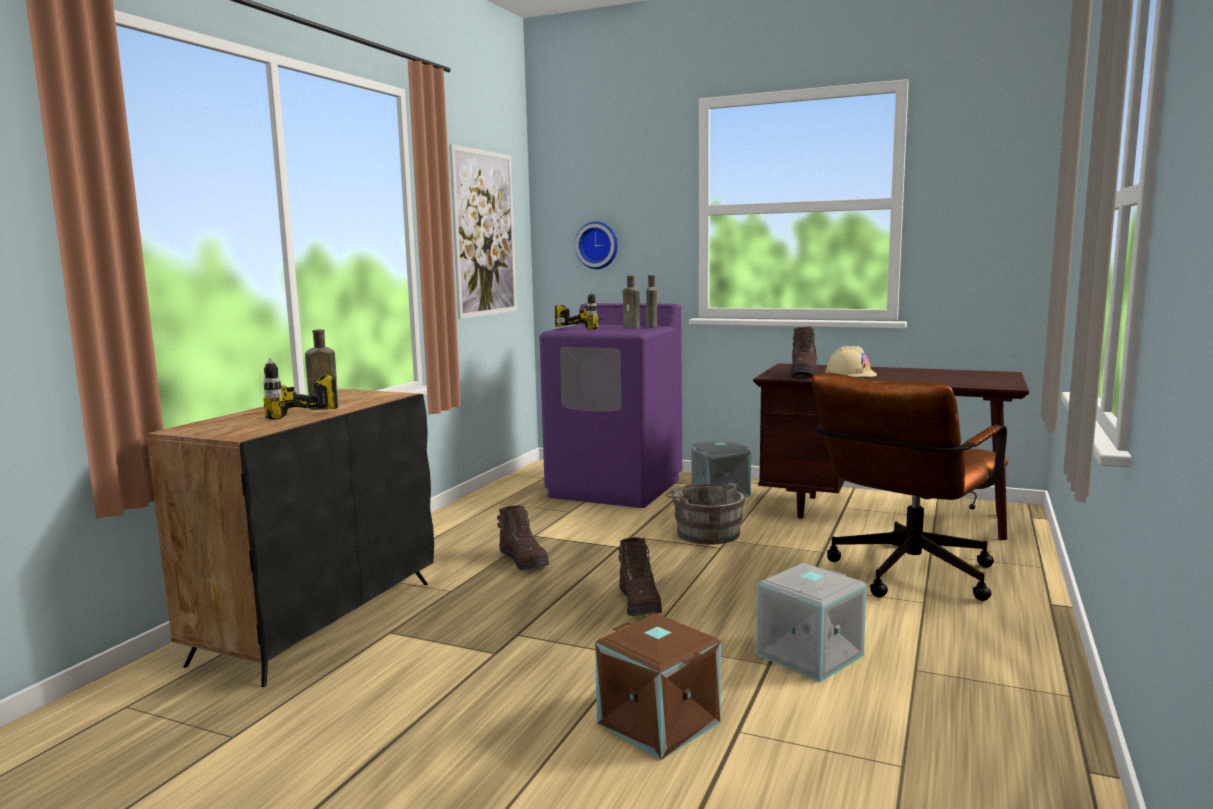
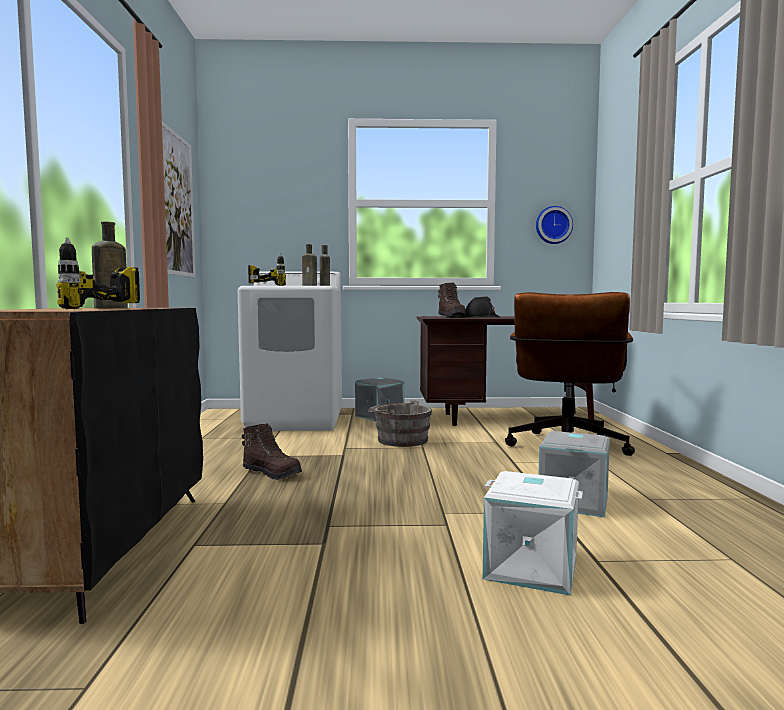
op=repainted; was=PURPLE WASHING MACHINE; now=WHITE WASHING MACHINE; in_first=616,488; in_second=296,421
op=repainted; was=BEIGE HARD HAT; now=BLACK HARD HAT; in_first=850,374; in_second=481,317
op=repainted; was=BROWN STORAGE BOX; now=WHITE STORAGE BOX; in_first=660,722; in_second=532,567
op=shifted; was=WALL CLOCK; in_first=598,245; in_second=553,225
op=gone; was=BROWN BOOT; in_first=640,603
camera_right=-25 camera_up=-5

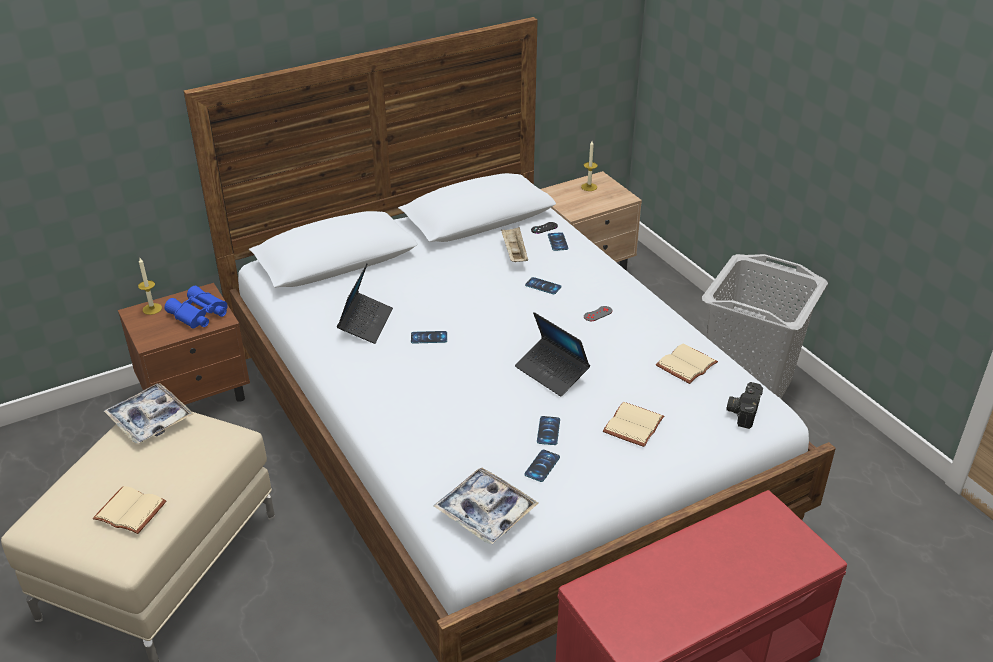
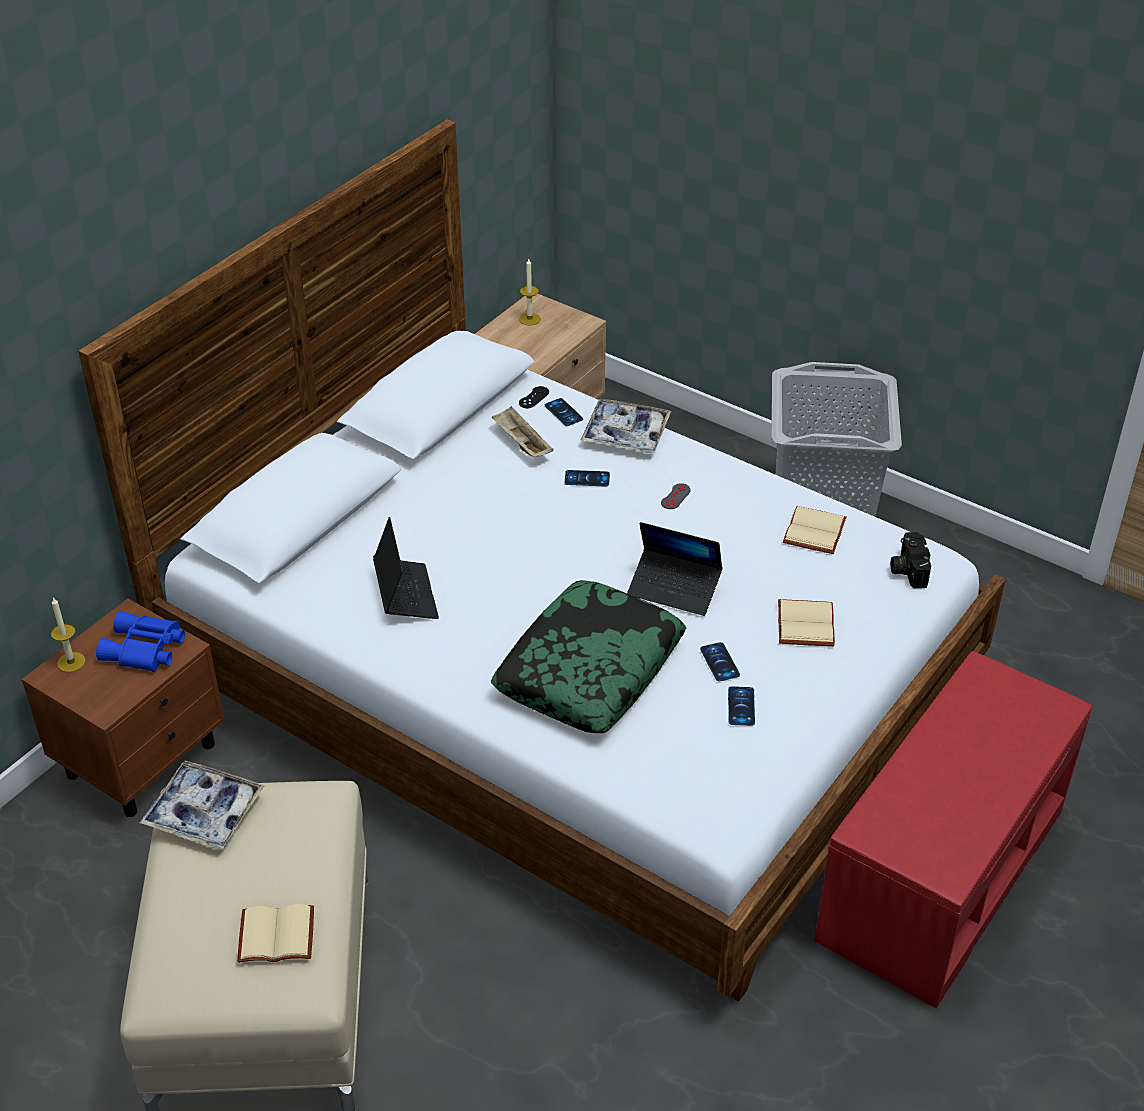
op=new; now=PILLOW; in_second=589,670
op=shifted; was=TRAY; in_first=485,512; in_second=625,434
op=gone; was=PHONE; in_first=429,337
camera_right=-25 camera_up=5

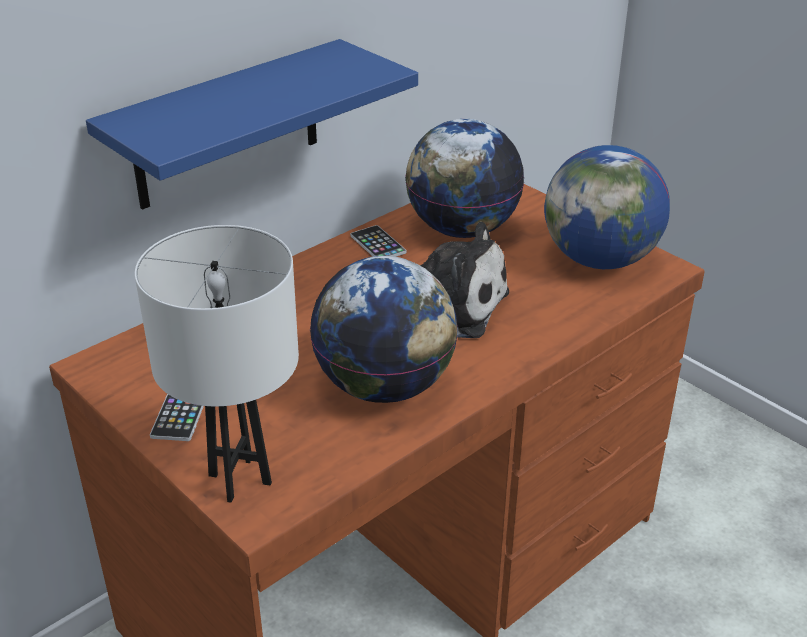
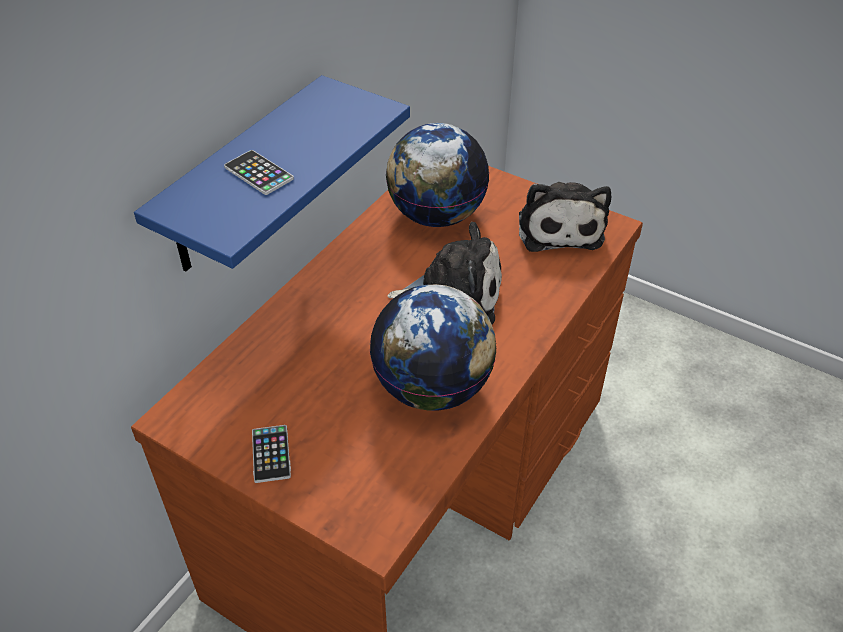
op=shifted; was=PHONE; in_first=378,244; in_second=258,173
op=swapped; was=GLOBE; now=PLUSH TOY; in_first=600,260; in_second=559,227
op=gone; was=WHITE TABLE LAMP; in_first=240,479
camera_right=-15 camera_up=10

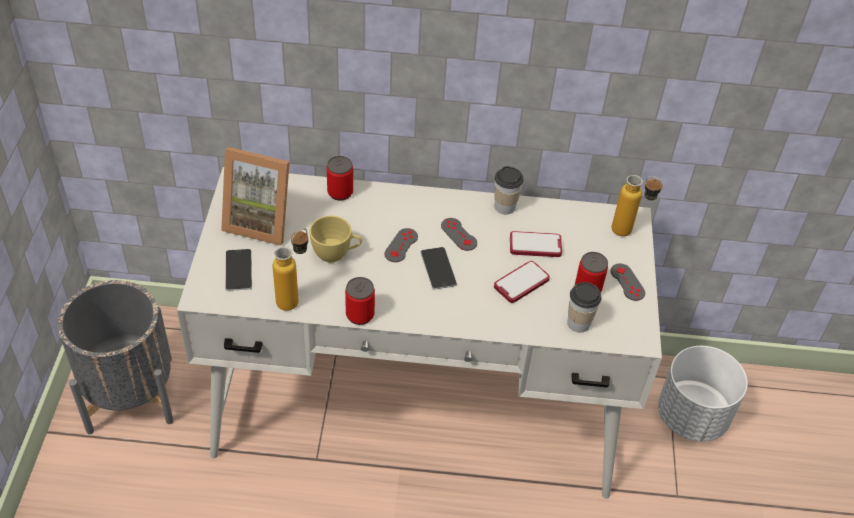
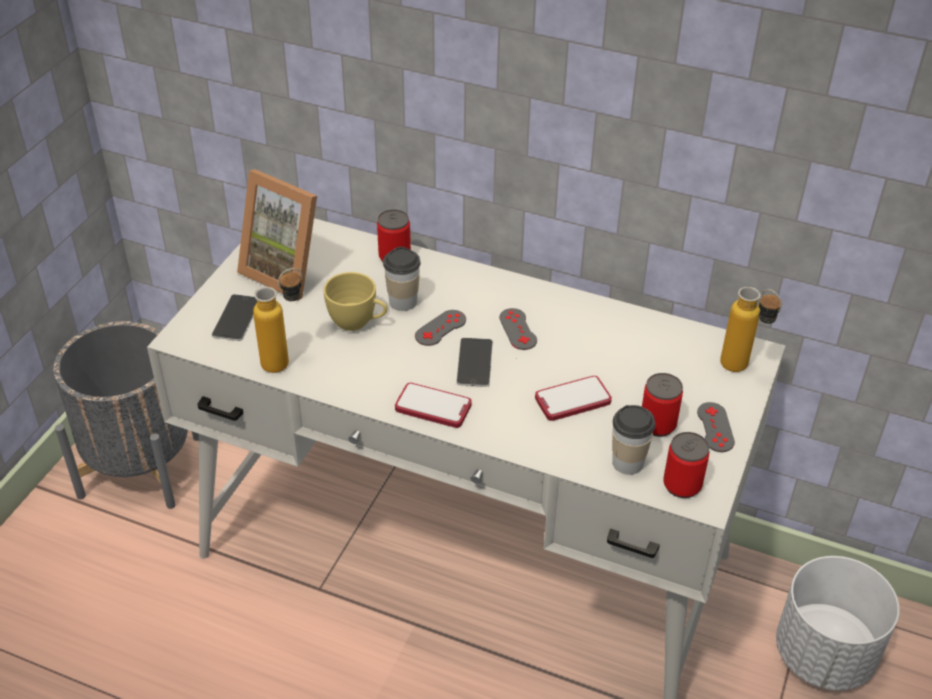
op=shifted; was=CUP; in_first=505,206; in_second=403,302
op=shifted; was=PHONE; in_first=535,245; in_second=433,407
op=shifted; was=CAN; in_first=360,315; in_second=682,485
camera_right=20 camera_up=-5

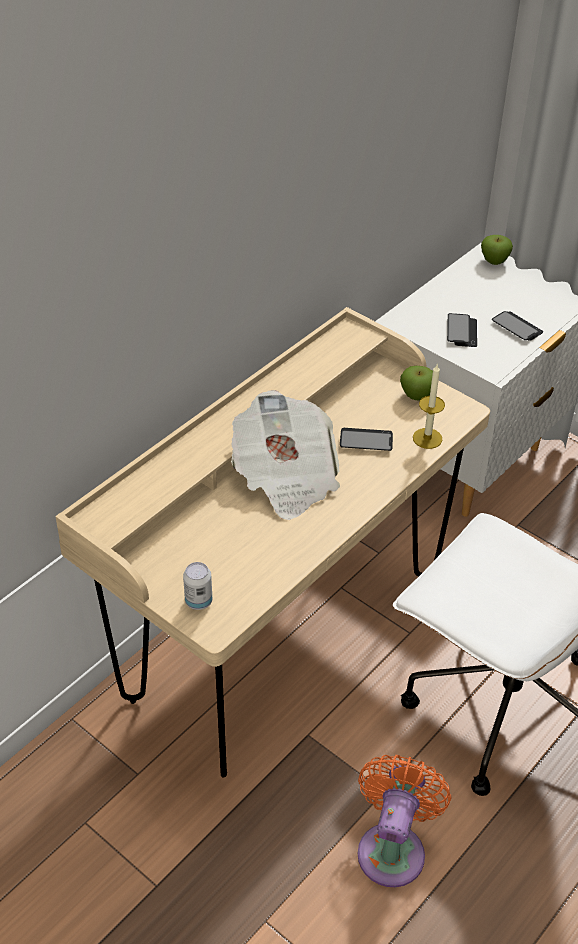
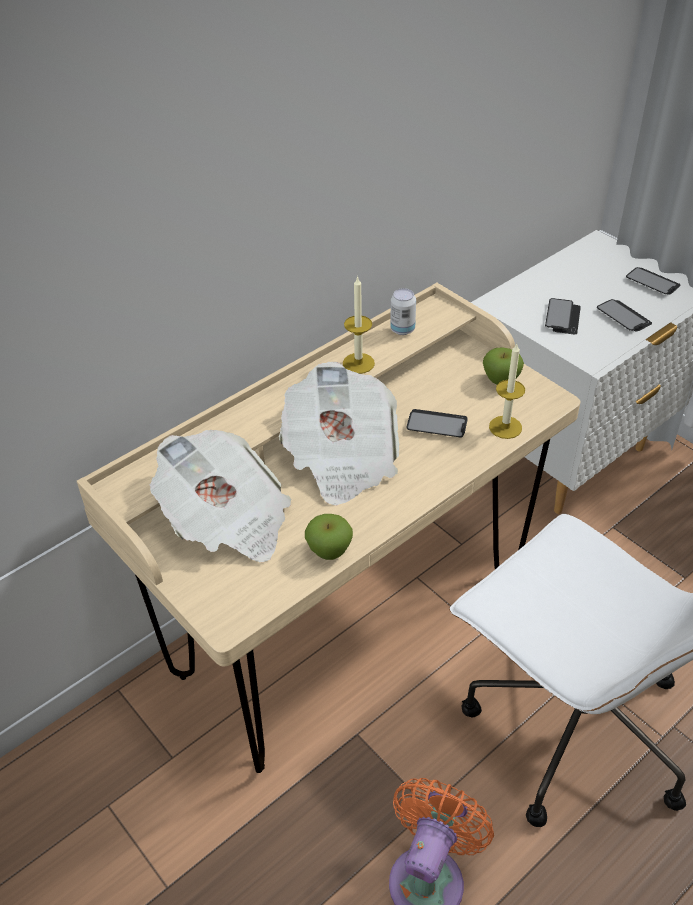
op=new; now=NEWSPAPER; in_second=227,520
op=shifted; was=APPLE; in_first=494,261; in_second=329,551
op=new; now=CANDLE; in_second=358,363
op=shifted; was=CAN; in_first=198,601; in_second=402,329
op=new; now=PHONE; in_second=652,282
camera_right=10 camera_up=0

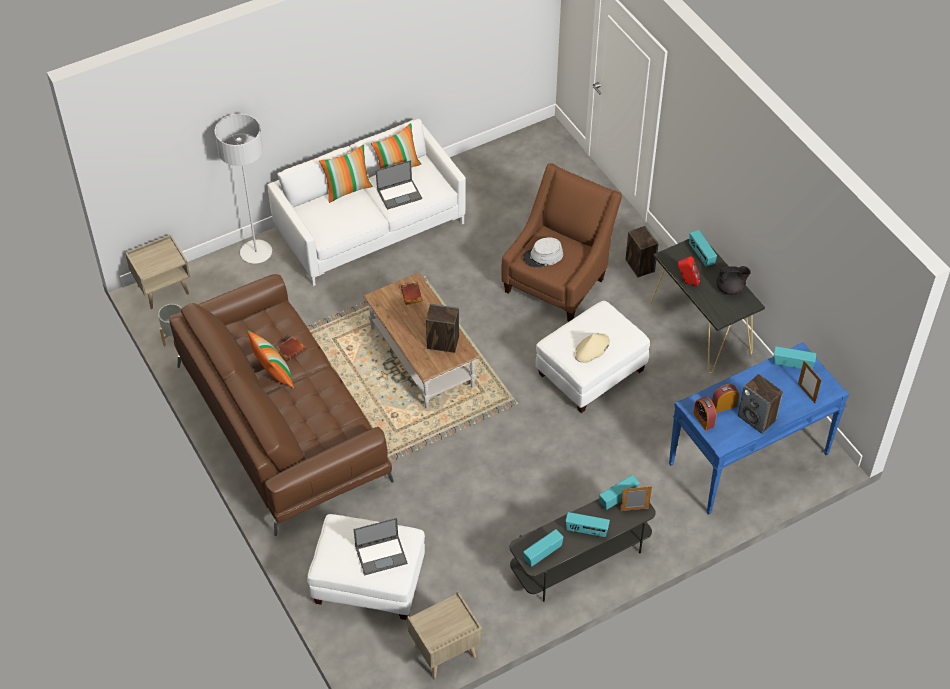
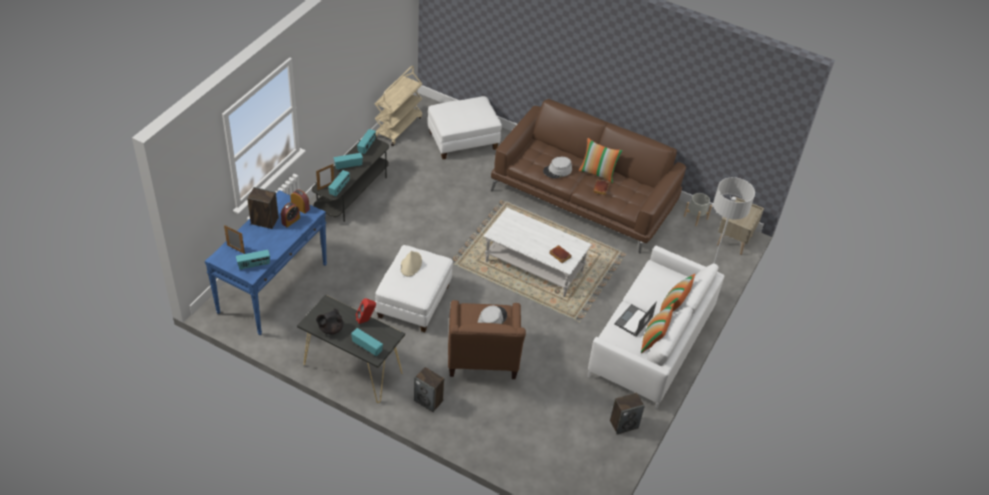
op=swapped; was=BEIGE NIGHTSTAND; now=BEIGE CART; in_first=445,653; in_second=398,127
op=repainted; was=BROWN COFFEE TABLE; now=WHITE COFFEE TABLE; in_first=421,357; in_second=534,266
op=new; now=GREY HAT; in_second=557,171
op=shifted; was=SPEAKER; in_first=442,343; in_second=624,424
op=gone; was=LAPTOP; in_first=381,554
camera_right=145 camera_up=-5

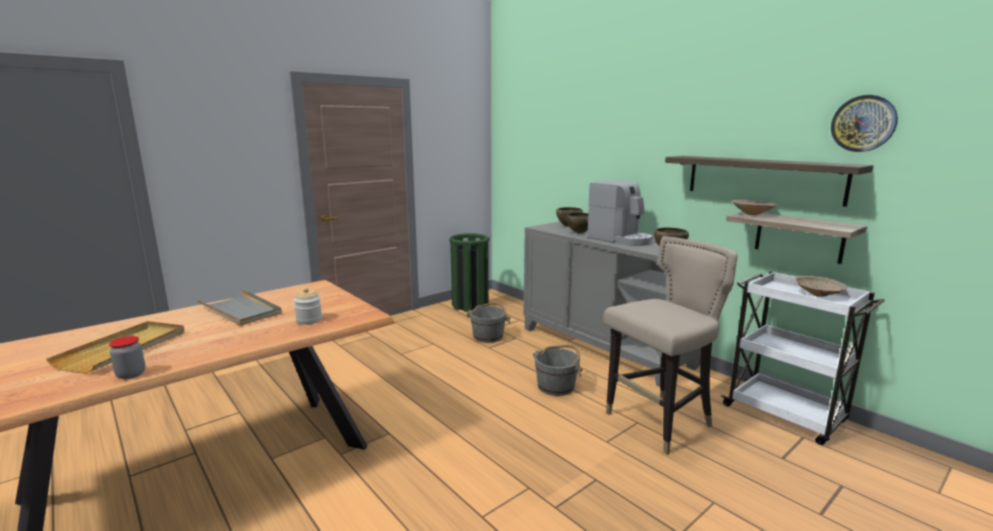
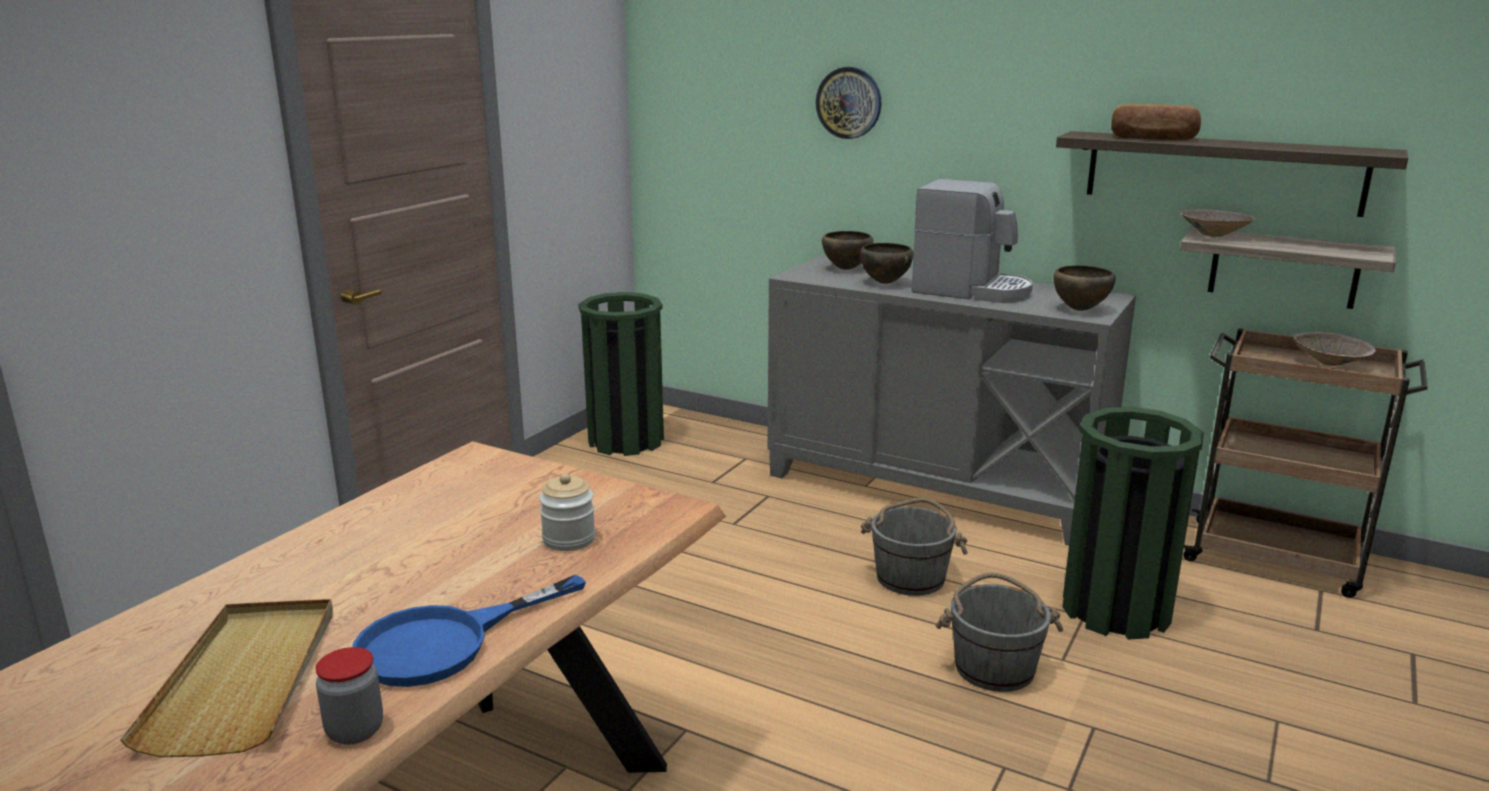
op=new; now=BLUE FRYING PAN; in_second=445,642
op=shifted; was=WALL CLOCK; in_first=863,123; in_second=849,103
op=shifted; was=GREY BUCKET; in_first=488,336; in_second=994,667
op=swapped; was=BEIGE STOOL; now=GREEN TRASH CAN; in_first=659,423; in_second=1116,610
op=new; now=BREAD; in_second=1153,138
op=repainted; was=WHITE CART; now=BROWN CART; in_first=786,415; in_second=1277,559
op=gone; was=GREY TRAY; in_first=241,310
camera_right=-20 camera_up=5

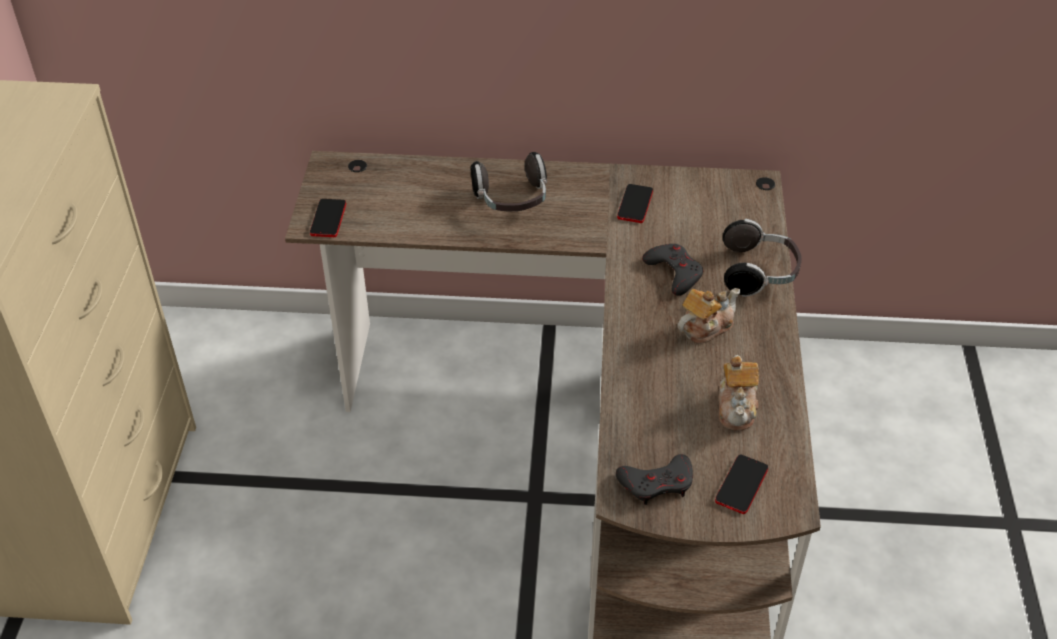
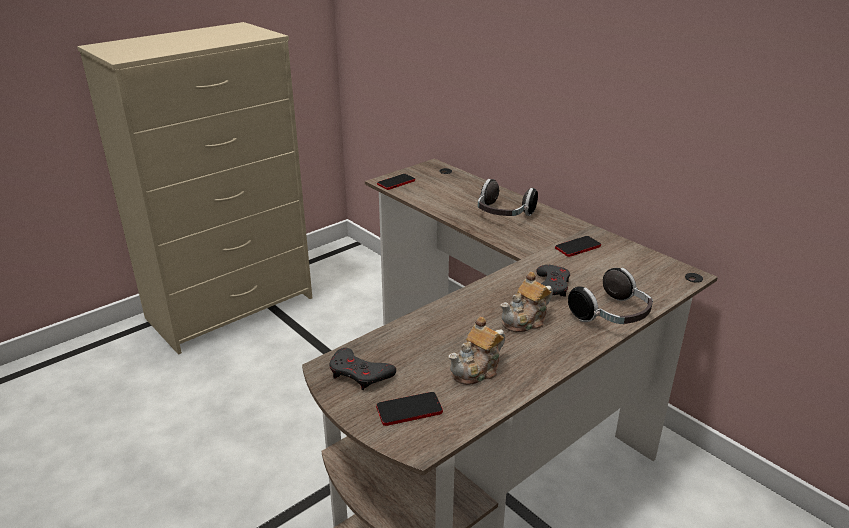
op=rotated; was=TEAPOT; in_first=705,327; in_second=526,321; clockwise=135
camera_right=45 camera_up=-15

